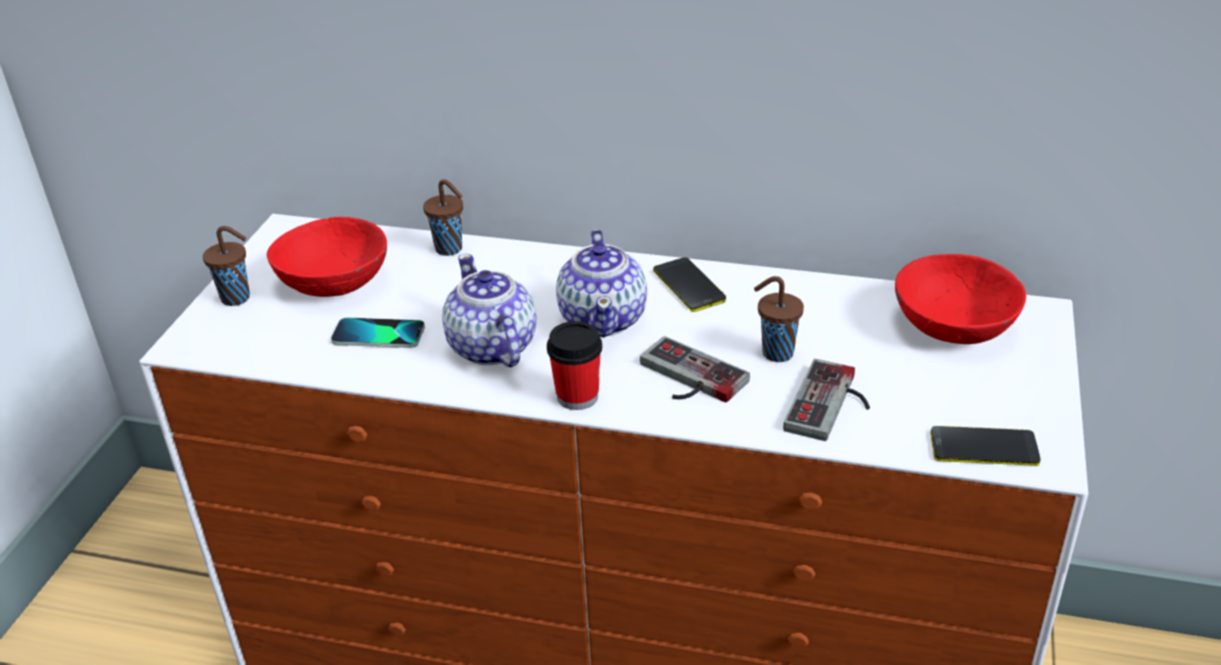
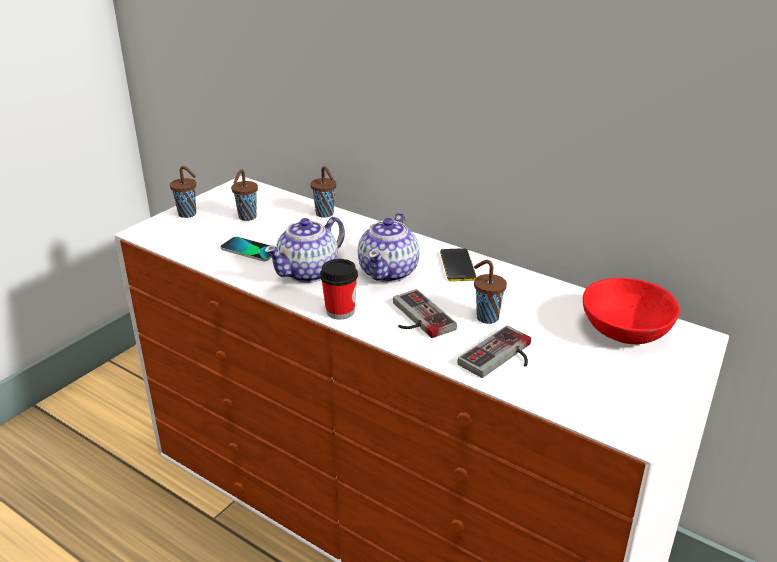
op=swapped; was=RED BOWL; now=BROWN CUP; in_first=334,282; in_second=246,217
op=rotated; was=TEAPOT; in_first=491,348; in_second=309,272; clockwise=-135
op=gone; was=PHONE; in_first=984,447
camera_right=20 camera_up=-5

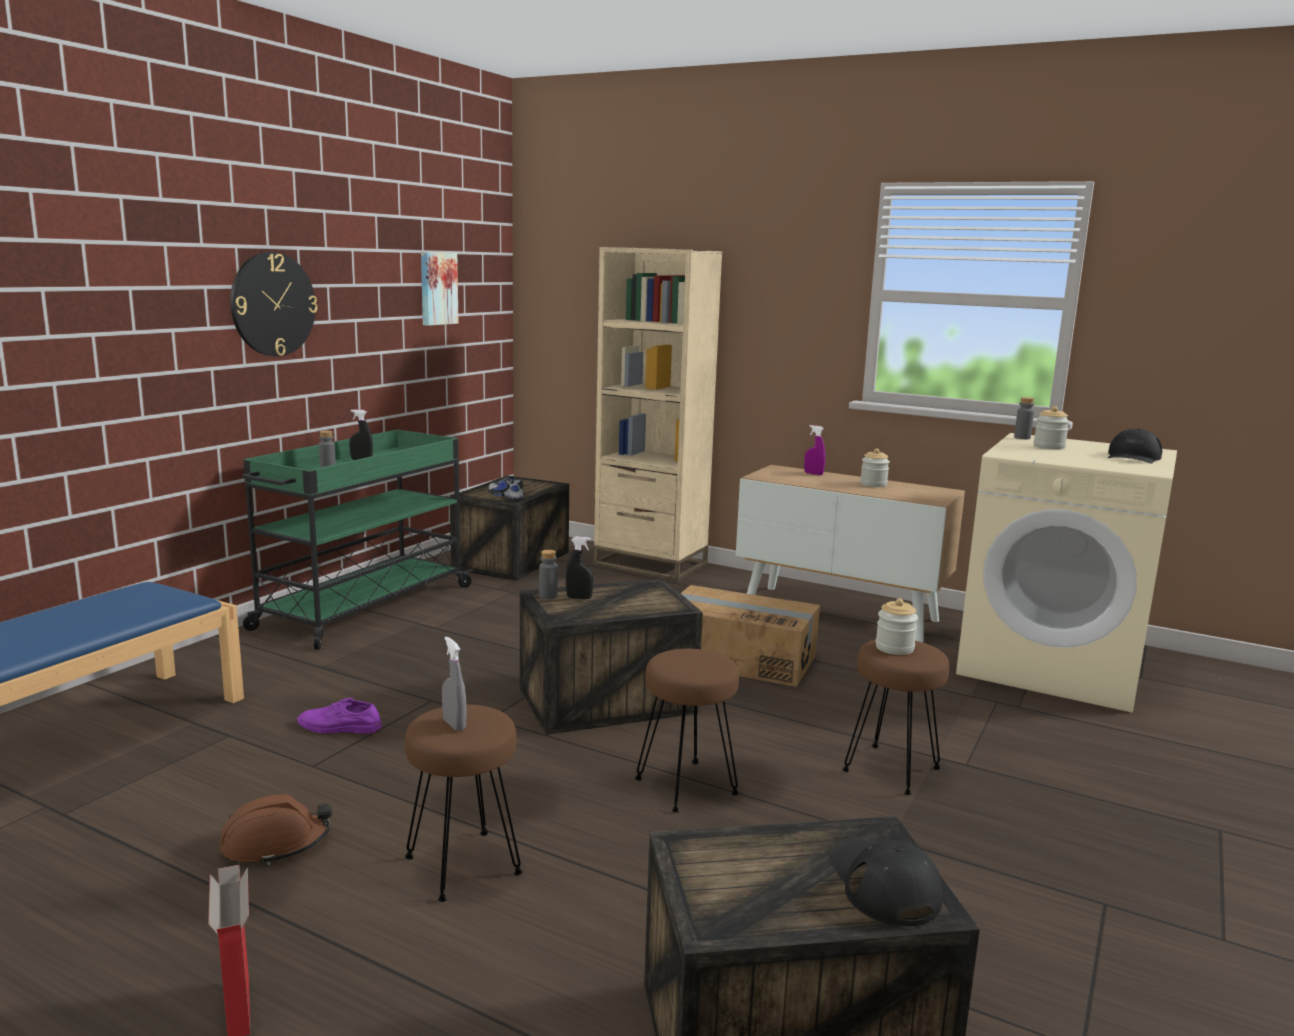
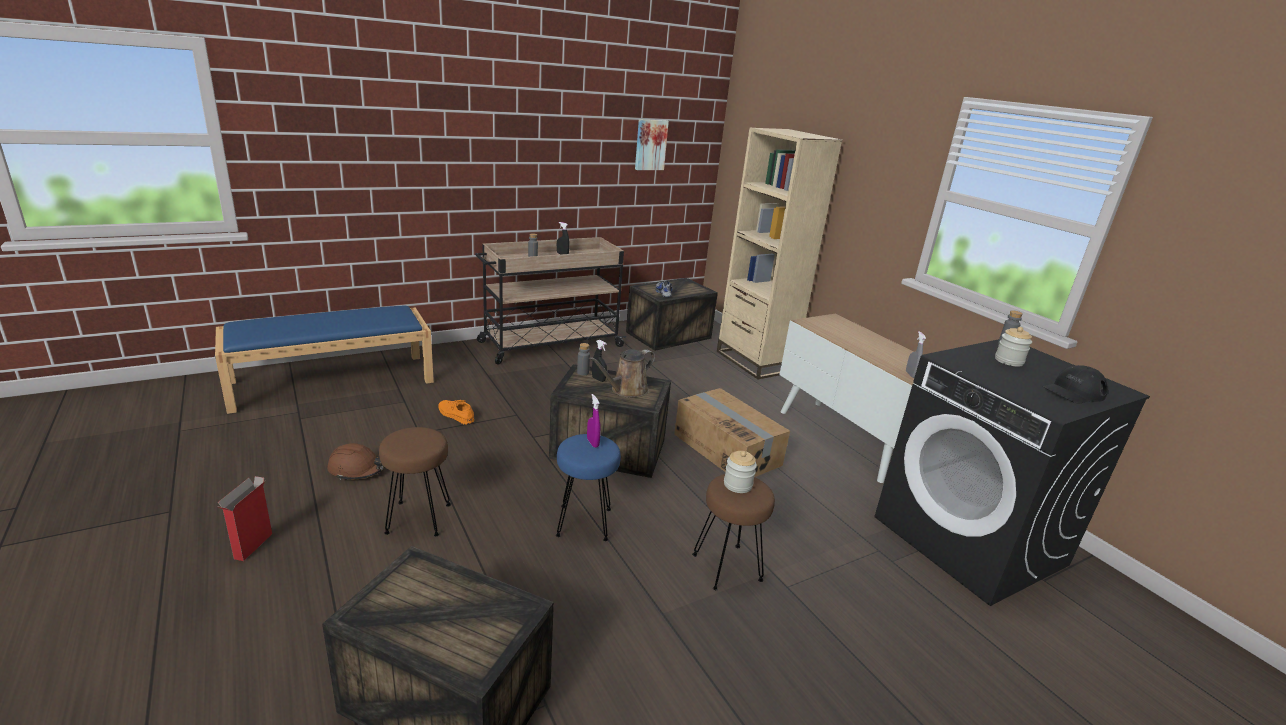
op=repainted; was=PURPLE SHOE; now=ORANGE SHOE; in_first=339,727; in_second=455,415
op=repainted; was=GREEN CART; now=BEIGE CART; in_first=363,608; in_second=549,344
op=repainted; was=BROWN STOOL; now=BLUE STOOL; in_first=687,786; in_second=585,523
op=shifted; was=PURPLE SPRAY BOTTLE; in_first=813,474; in_second=592,443
op=new; now=BROWN WATERING CAN; in_second=626,390
op=repainted; was=BEIGE WASHING MACHINE; now=BLACK WASHING MACHINE; in_first=1052,666; in_second=970,541
op=shifted; was=GREY SPRAY BOTTLE; in_first=454,725; in_second=910,374
op=gone; was=WALL CLOCK; in_first=273,304
op=gone; was=BLACK CAP; in_first=883,885
op=gone; was=JAR; in_first=873,484
camera_right=30 camera_up=10

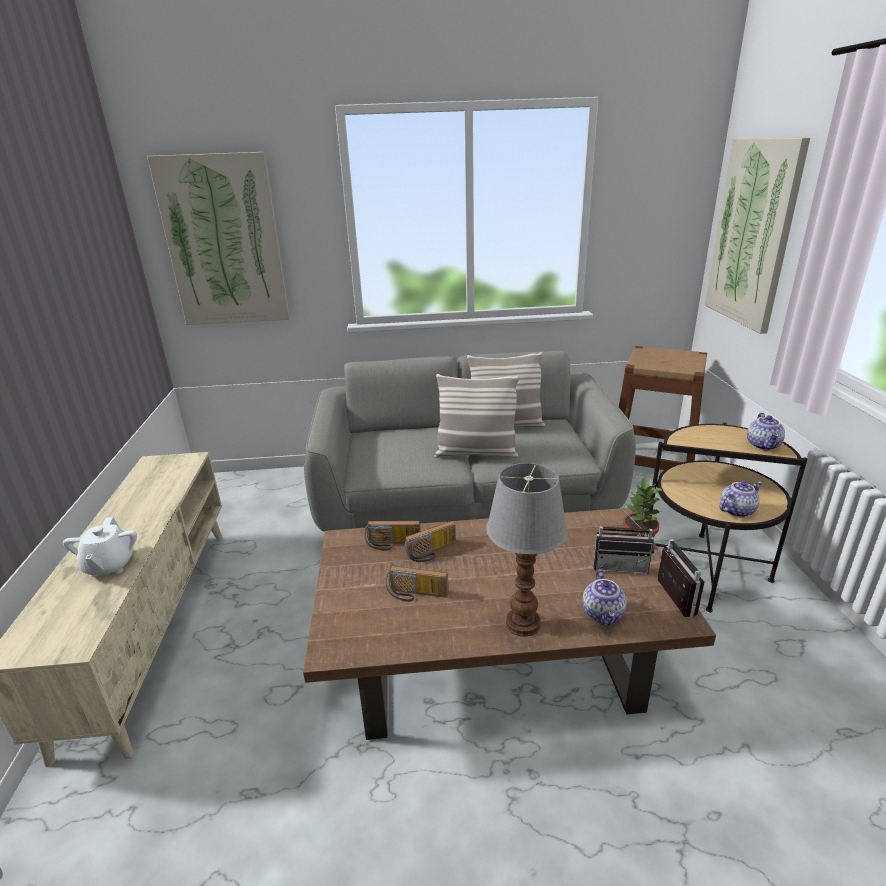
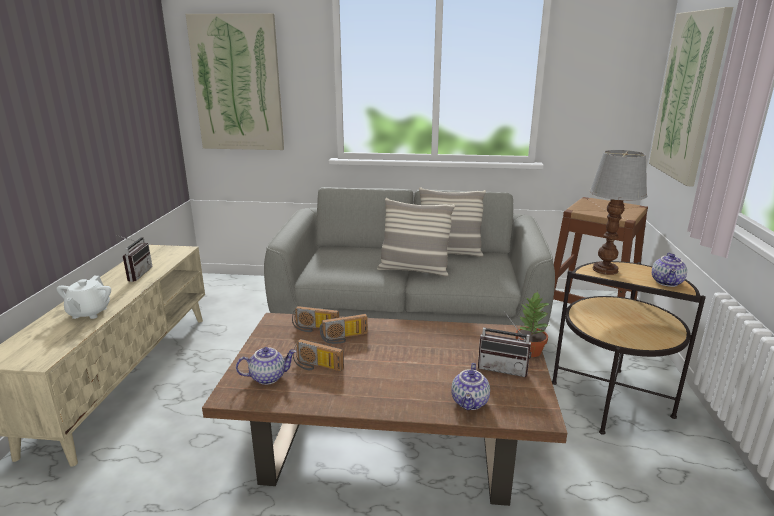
op=shifted; was=RADIO; in_first=669,598; in_second=136,274
op=shifted; was=TEAPOT; in_first=736,510; in_second=268,377
op=shifted; was=TABLE LAMP; in_first=522,624; in_second=604,270
camera_right=10 camera_up=-5

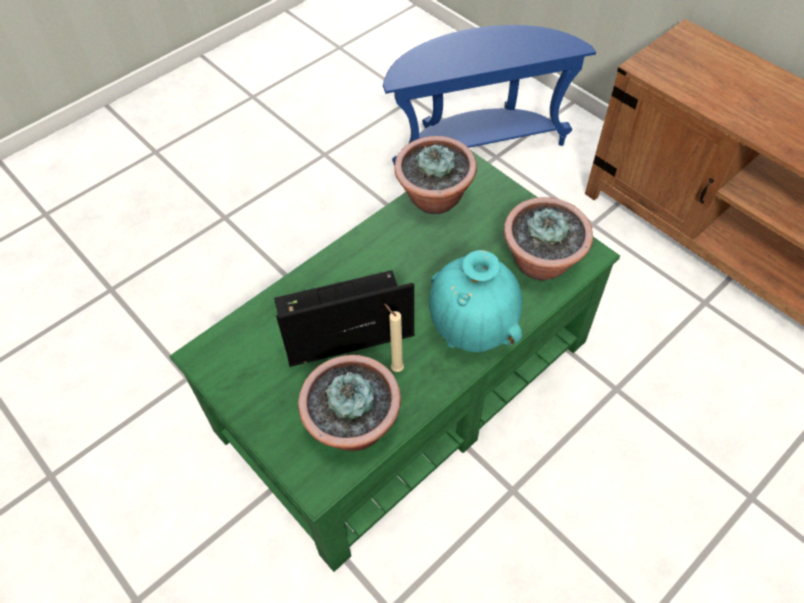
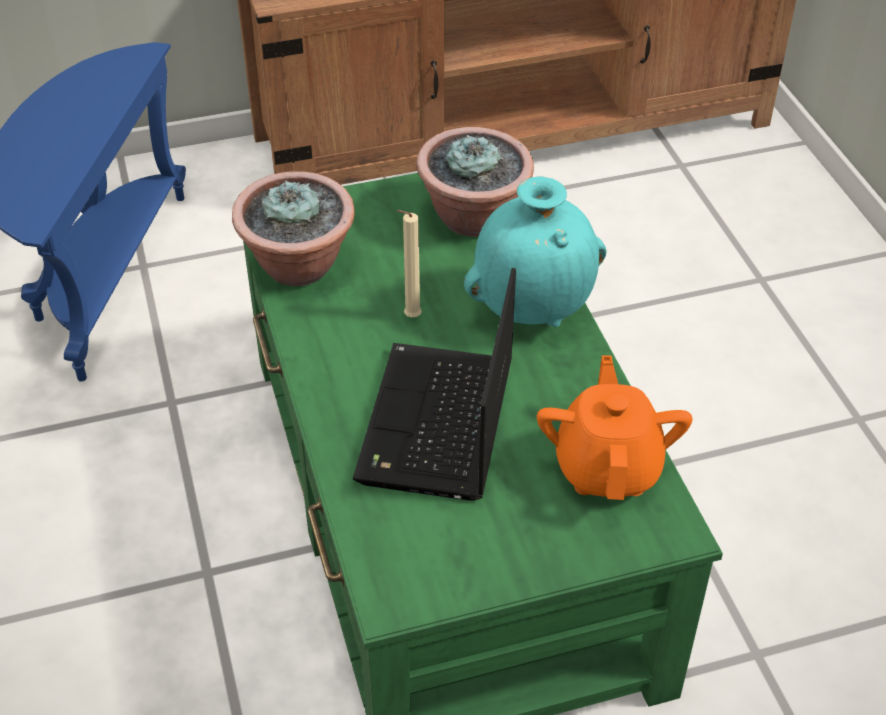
op=shifted; was=BEIGE CANDLE; in_first=395,367; in_second=410,317
op=swapped; was=POTTED PLANT; now=ORANGE TEAPOT; in_first=353,426; in_second=608,467
camera_right=-65 camera_up=-10

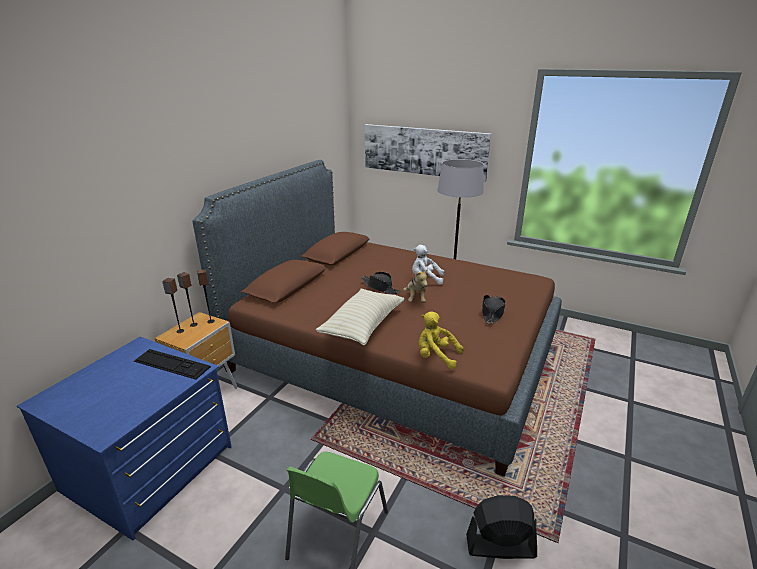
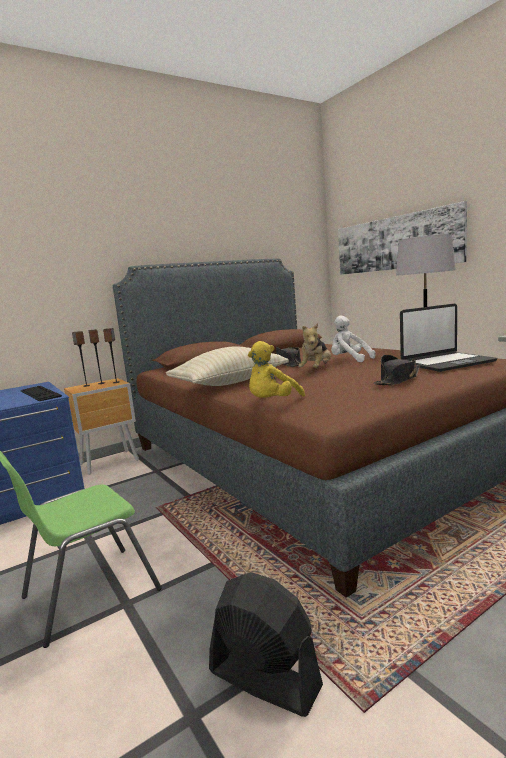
op=rotated; was=YELLOW PLUSH TOY; in_first=436,356; in_second=273,403; clockwise=-105
op=new; now=LAPTOP; in_second=446,363
camera_right=30 camera_up=-15

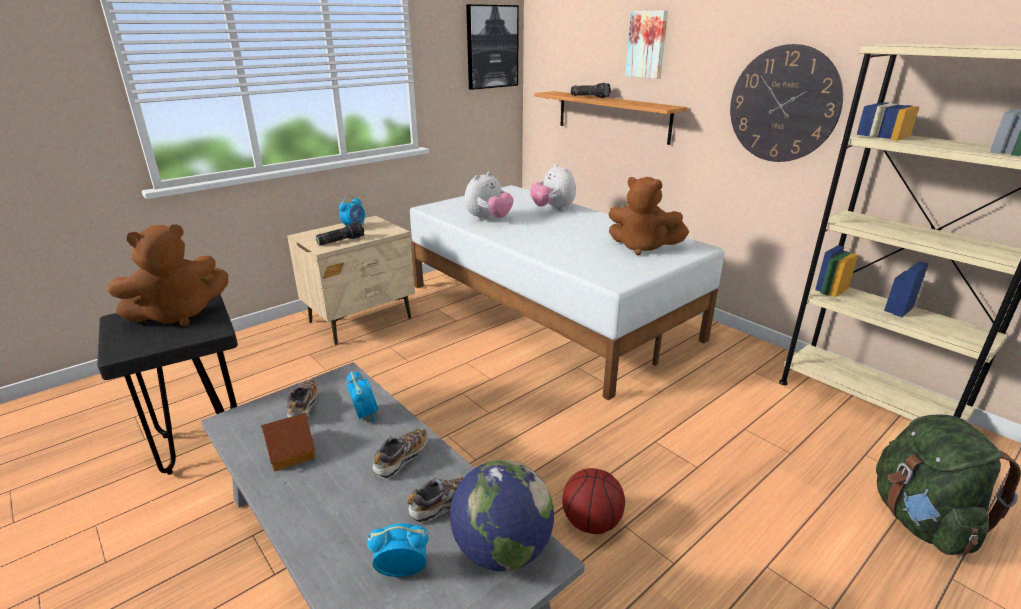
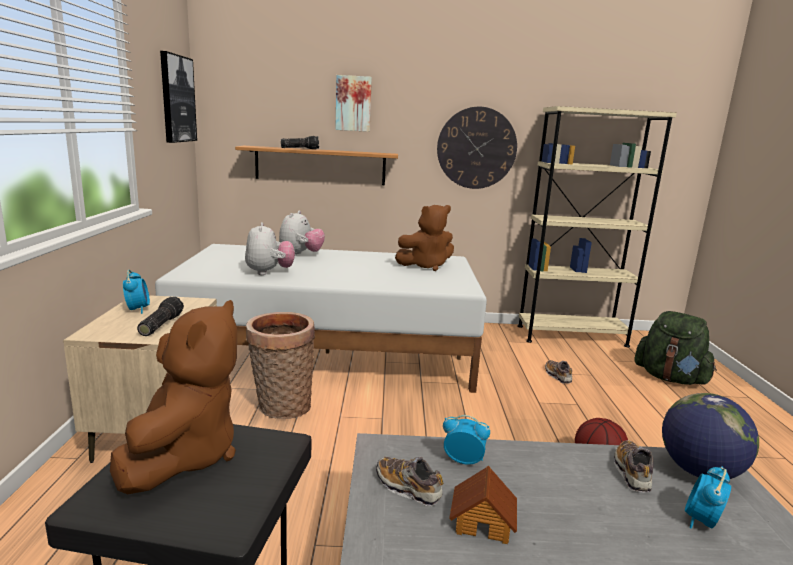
op=new; now=BASKET; in_second=281,407
op=rotated; was=PLUSH TOY; in_first=553,209; in_second=301,254; clockwise=-90
op=shifted; was=SHOE; in_first=401,459; in_second=557,376
camera_right=-50 camera_up=-10

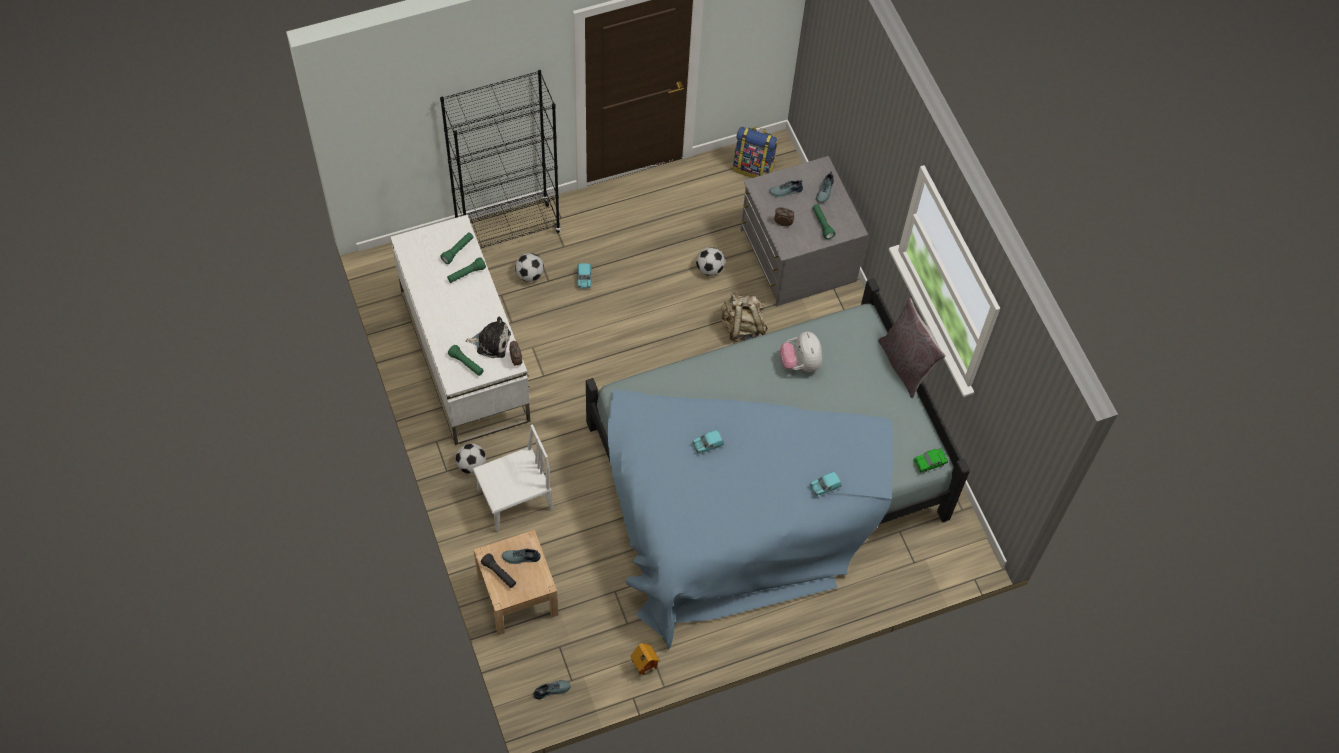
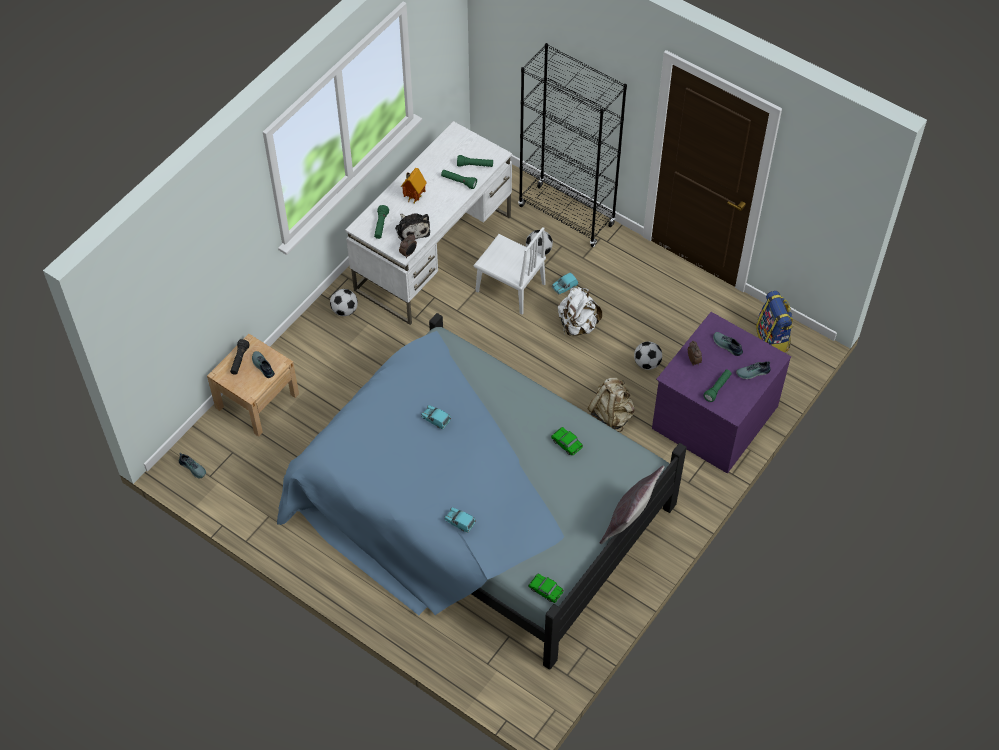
op=shifted; was=TOY HOUSE; in_first=643,667; in_second=413,198
op=shifted; was=WHITE CHAIR; in_first=515,499; in_second=510,287
op=swapped; was=PLUSH TOY; now=TOY CAR; in_first=800,363; in_second=566,444
op=new; now=WHITE BACKPACK; in_second=577,325
op=repainted; was=GREY DRESSER; now=PURPLE DRESSER; in_first=796,256; in_second=713,416
camera_right=60 camera_up=-5

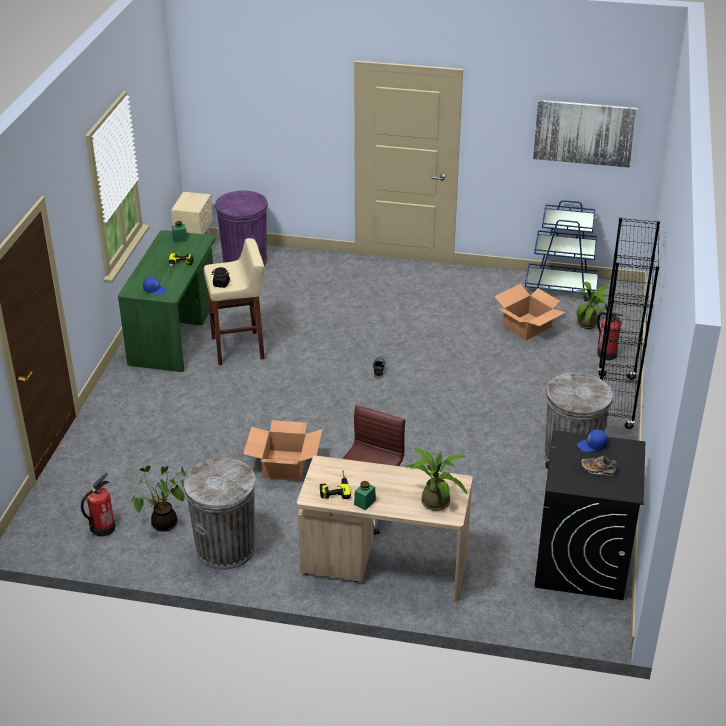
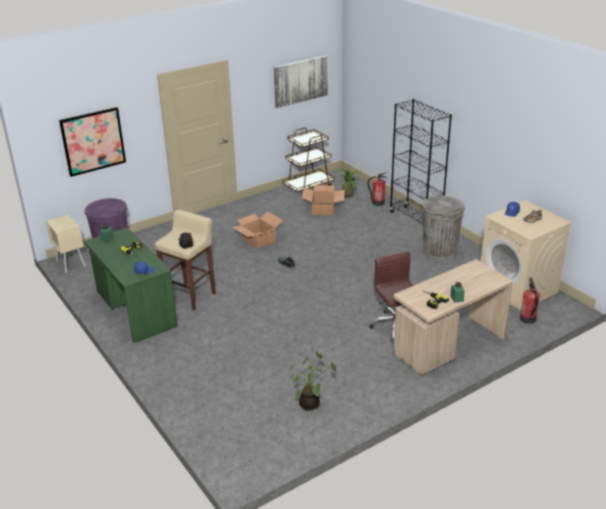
op=new; now=PICTURE; in_second=93,141
op=shifted; was=CARDBOARD BOX; in_first=284,465; in_second=258,240
op=repainted; was=BLUE CART; now=BROWN CART; in_first=561,287; in_second=309,186
op=repainted; was=BLACK WASHING MACHINE; now=BEIGE WASHING MACHINE; in_first=581,561; in_second=518,288
op=shifted; was=FIRE EXTINGUISHER; in_first=103,528; in_second=527,319
op=gone; was=GREY TRASH CAN; in_first=225,548
op=gone; was=POTTED PLANT; in_first=434,499
camera_right=-45 camera_up=-5

